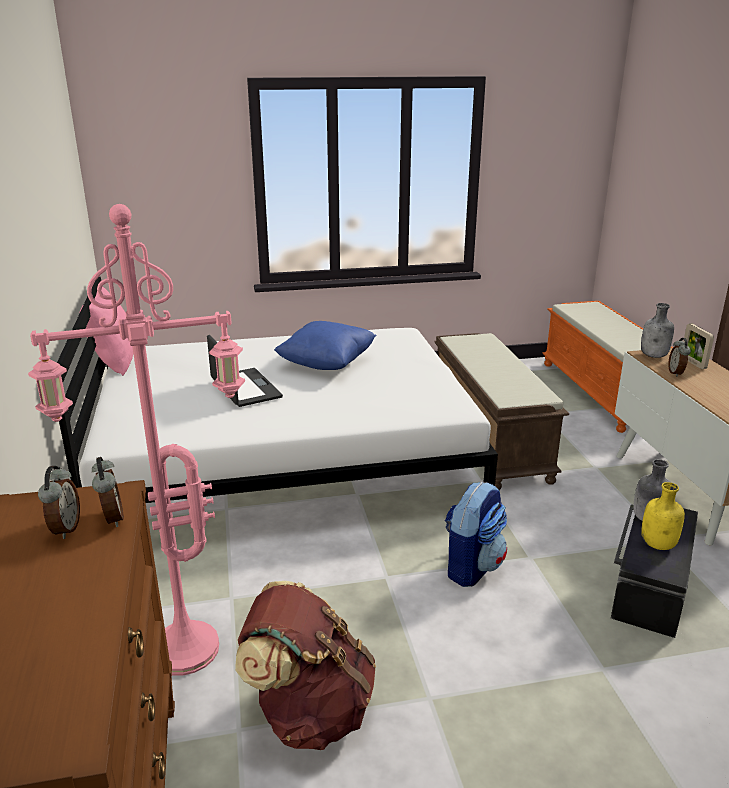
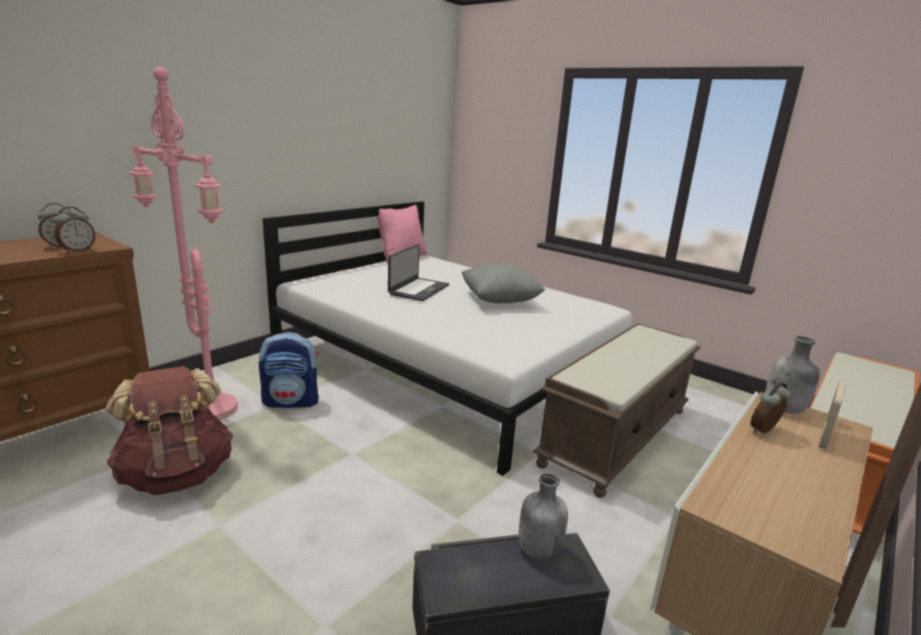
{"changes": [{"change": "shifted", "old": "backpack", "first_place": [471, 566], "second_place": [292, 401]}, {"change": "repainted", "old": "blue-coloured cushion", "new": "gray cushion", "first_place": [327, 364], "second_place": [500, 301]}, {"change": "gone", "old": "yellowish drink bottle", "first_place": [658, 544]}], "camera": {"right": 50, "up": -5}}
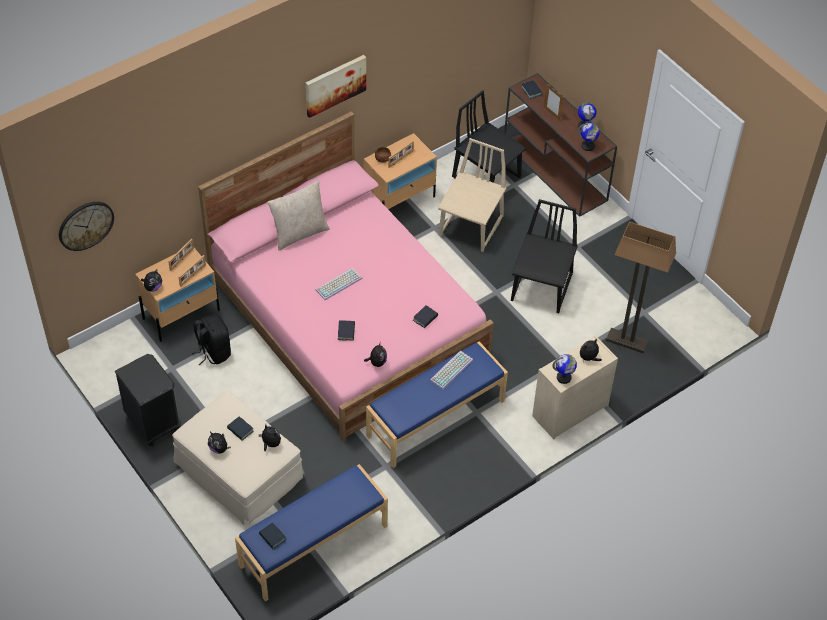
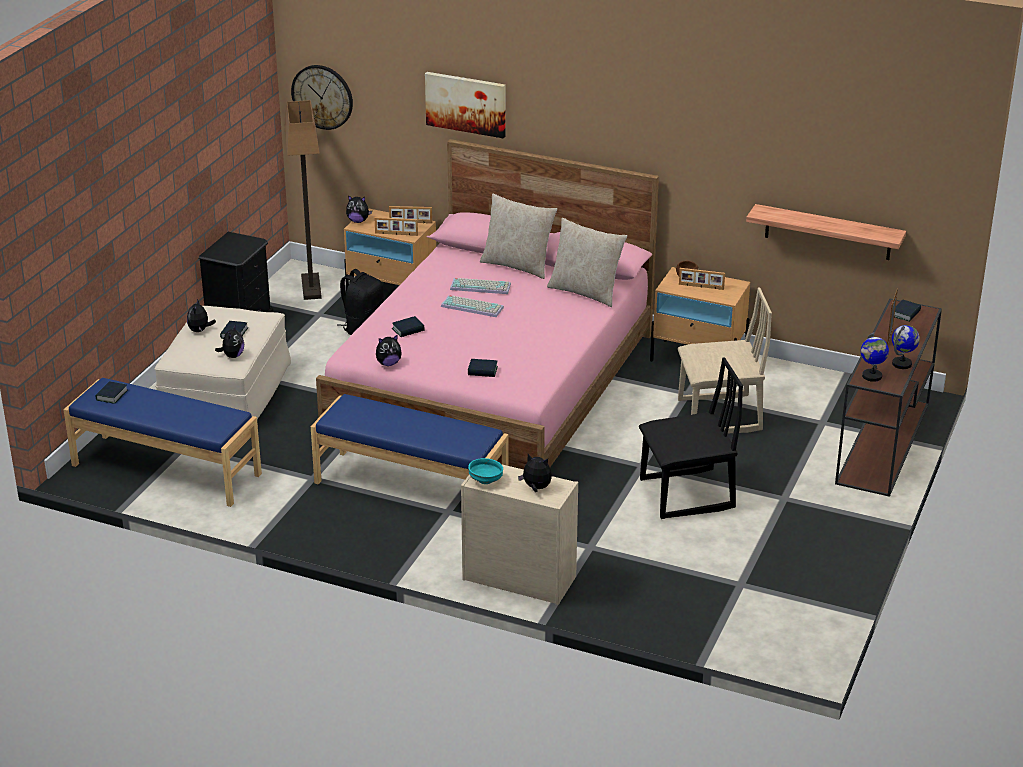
{"changes": [{"change": "shifted", "old": "standard lamp", "first_place": [627, 341], "second_place": [311, 288]}, {"change": "shifted", "old": "wall picture", "first_place": [335, 85], "second_place": [466, 104]}, {"change": "shifted", "old": "PC keyboard", "first_place": [451, 369], "second_place": [481, 286]}, {"change": "swapped", "old": "desk globe", "new": "turquoise-coloured serving bowl", "first_place": [564, 378], "second_place": [486, 480]}, {"change": "new", "new": "sand-coloured cushion", "second_place": [585, 292]}, {"change": "new", "new": "shelf", "second_place": [828, 232]}, {"change": "gone", "old": "blackish chair", "first_place": [486, 177]}], "camera": {"right": 60, "up": -20}}
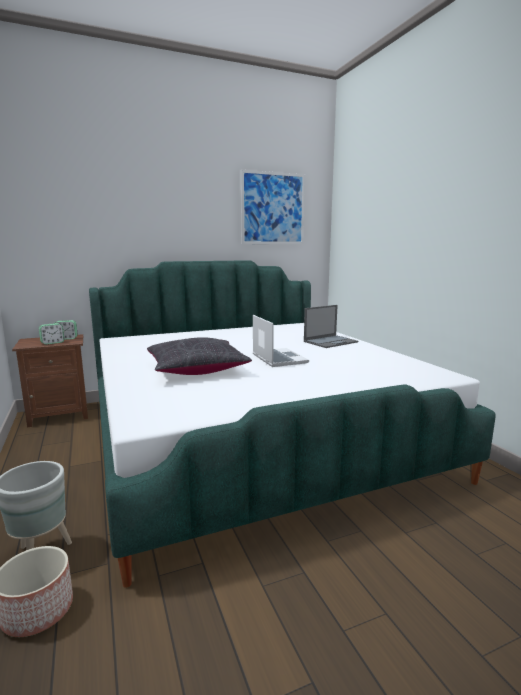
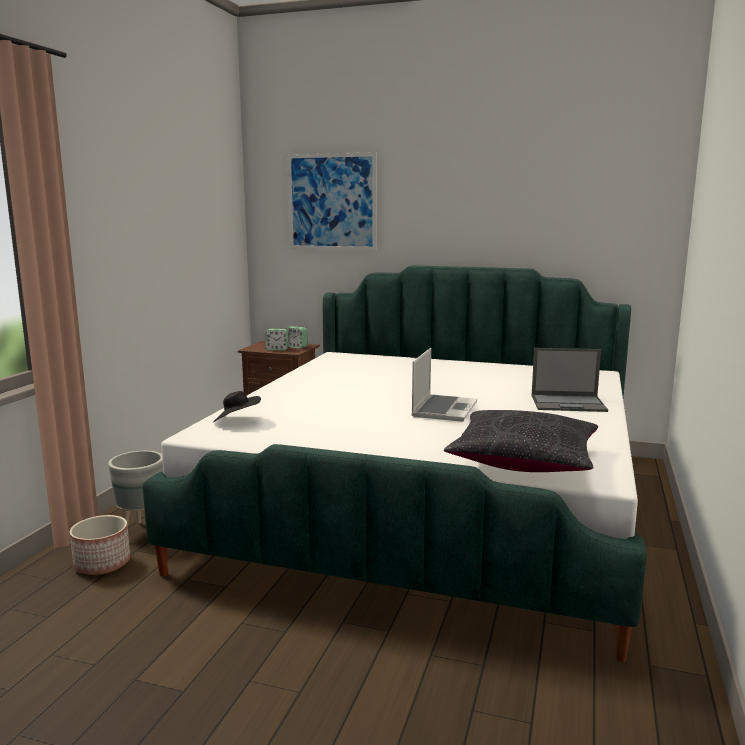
{"changes": [{"change": "new", "new": "blackish hat", "second_place": [237, 421]}, {"change": "shifted", "old": "wall picture", "first_place": [273, 208], "second_place": [332, 202]}, {"change": "shifted", "old": "blackish cushion", "first_place": [197, 369], "second_place": [523, 460]}], "camera": {"right": 40, "up": 0}}
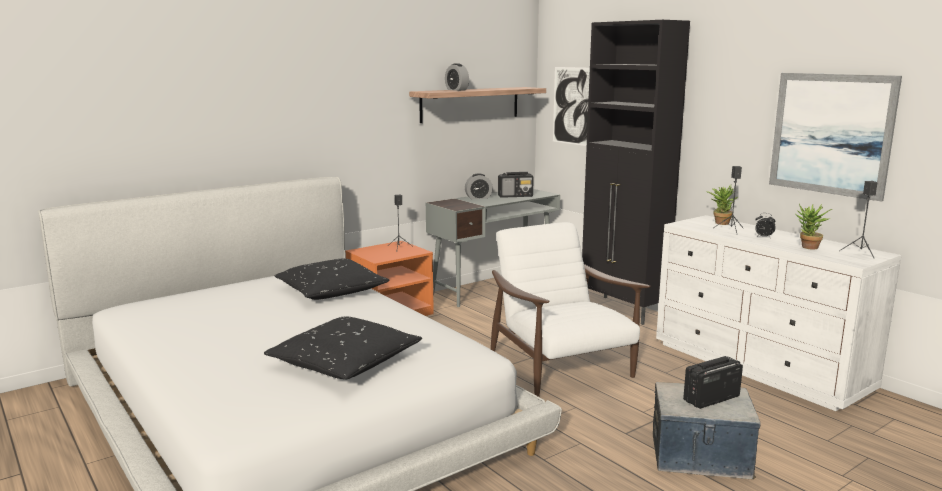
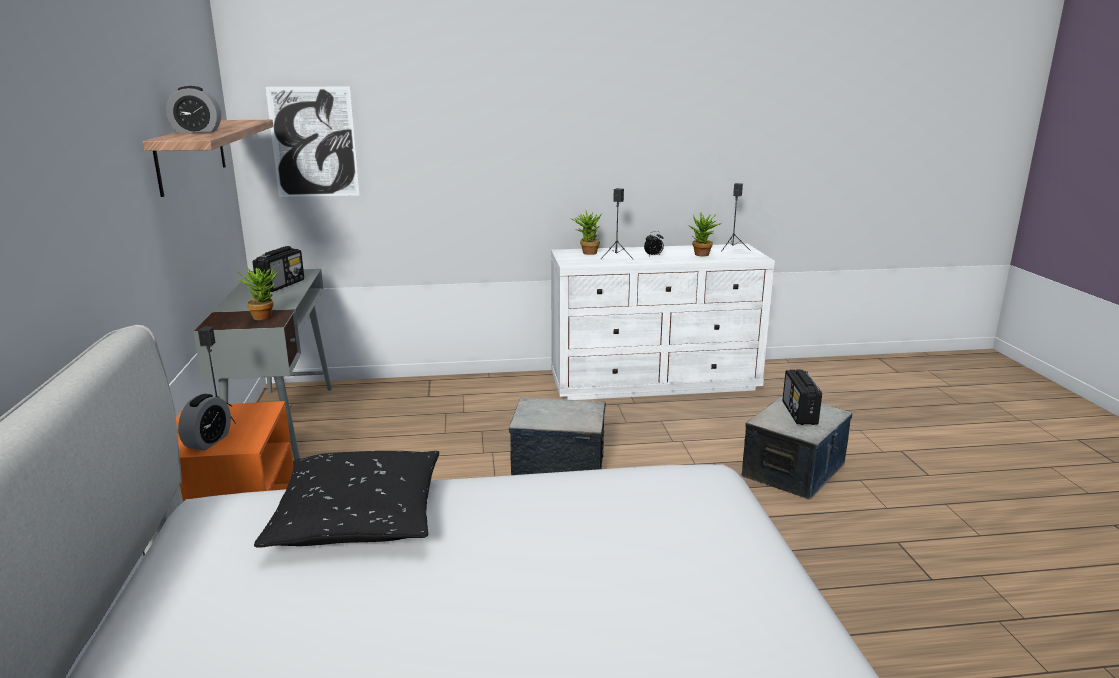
{"changes": [{"change": "shifted", "old": "alarm clock", "first_place": [478, 198], "second_place": [208, 441]}, {"change": "new", "new": "houseplant", "second_place": [264, 316]}, {"change": "swapped", "old": "white-coloured lounge chair", "new": "storage container", "first_place": [561, 367], "second_place": [558, 467]}, {"change": "gone", "old": "blackish cushion", "first_place": [345, 362]}, {"change": "gone", "old": "blackish cupboard", "first_place": [623, 310]}, {"change": "gone", "old": "wall picture", "first_place": [831, 134]}], "camera": {"right": -60, "up": 5}}
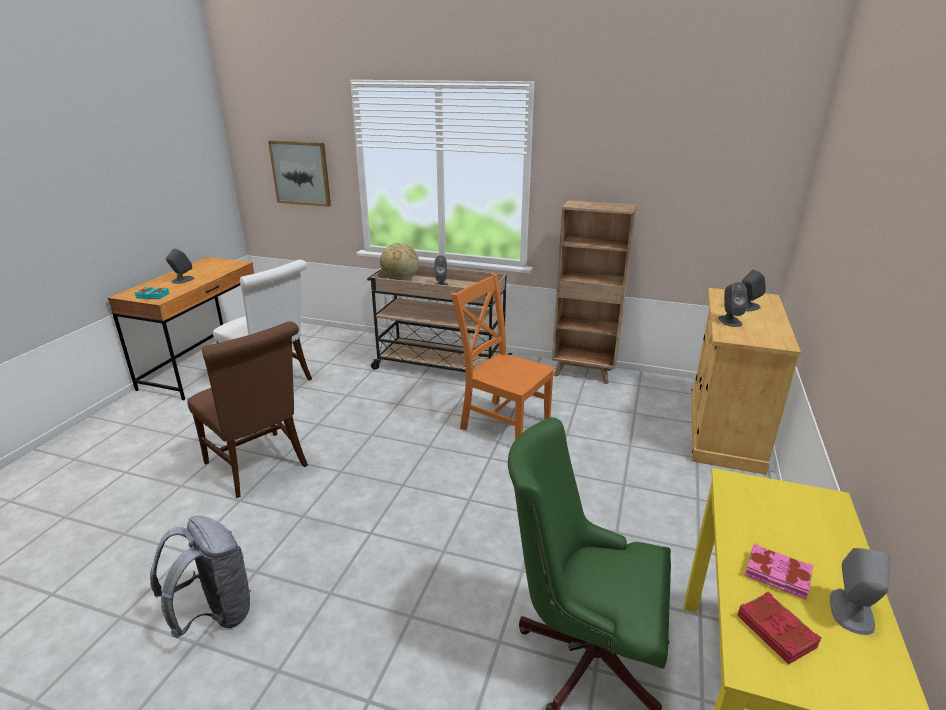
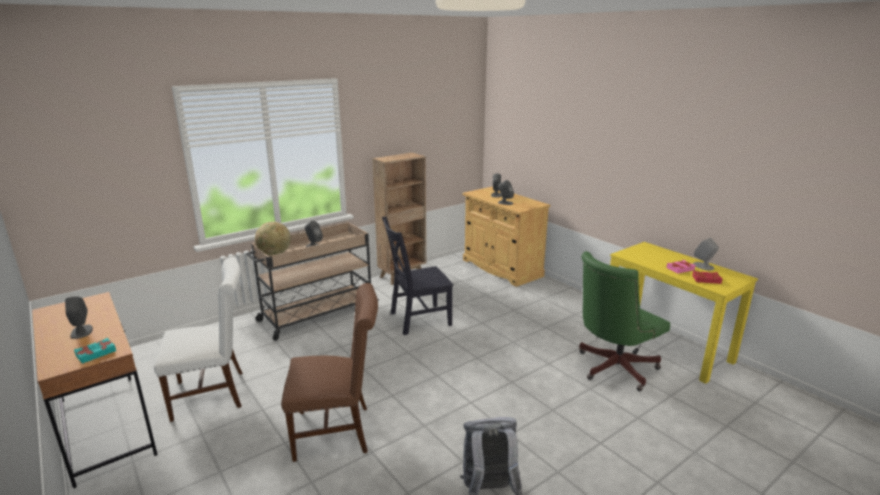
{"changes": [{"change": "repainted", "old": "orange-coloured chair", "new": "blackish chair", "first_place": [502, 423], "second_place": [417, 319]}, {"change": "gone", "old": "wall picture", "first_place": [301, 173]}], "camera": {"right": -55, "up": -5}}
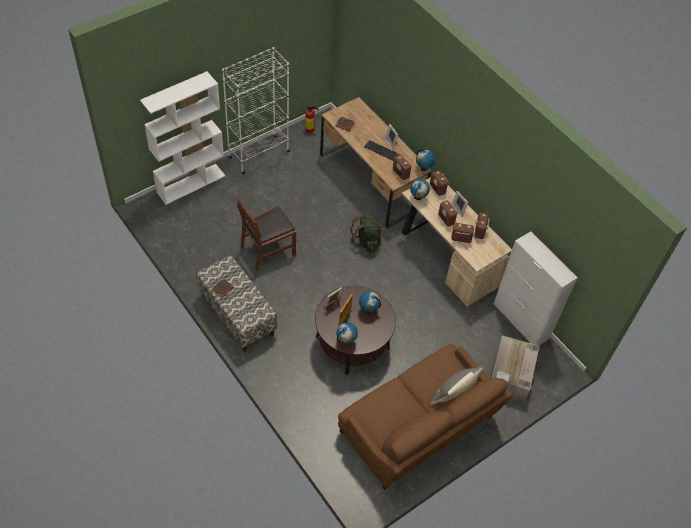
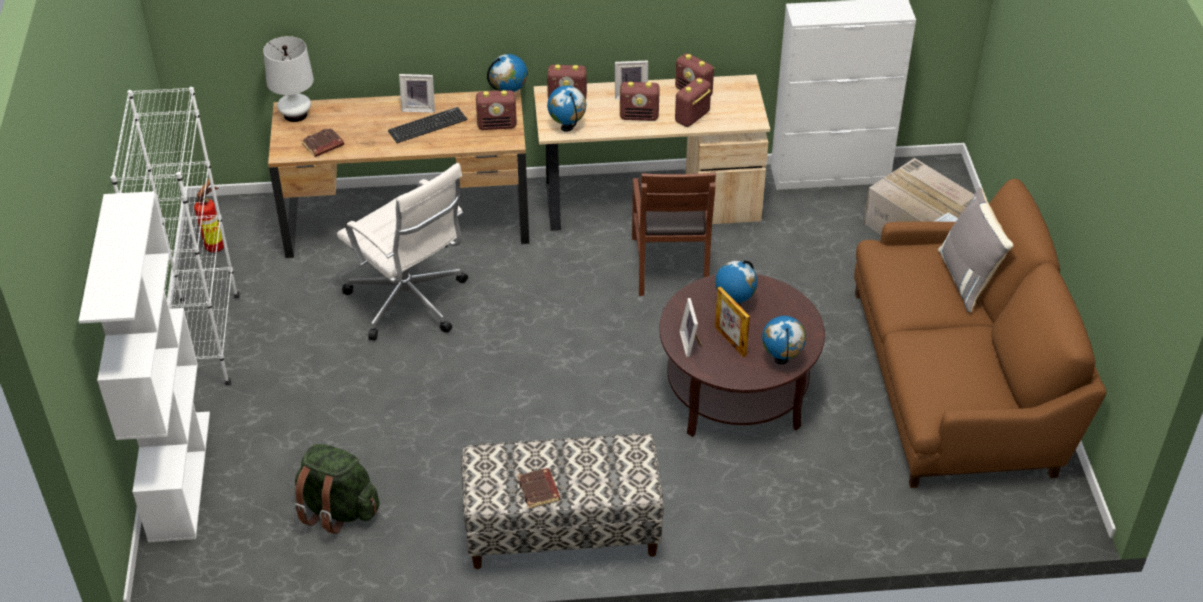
{"changes": [{"change": "new", "new": "white-coloured lamp for a table", "second_place": [295, 115]}, {"change": "shifted", "old": "green-coloured backpack", "first_place": [367, 241], "second_place": [337, 509]}, {"change": "new", "new": "white-coloured desk chair", "second_place": [409, 303]}, {"change": "shifted", "old": "brownish chair", "first_place": [267, 250], "second_place": [671, 264]}], "camera": {"right": -55, "up": -10}}
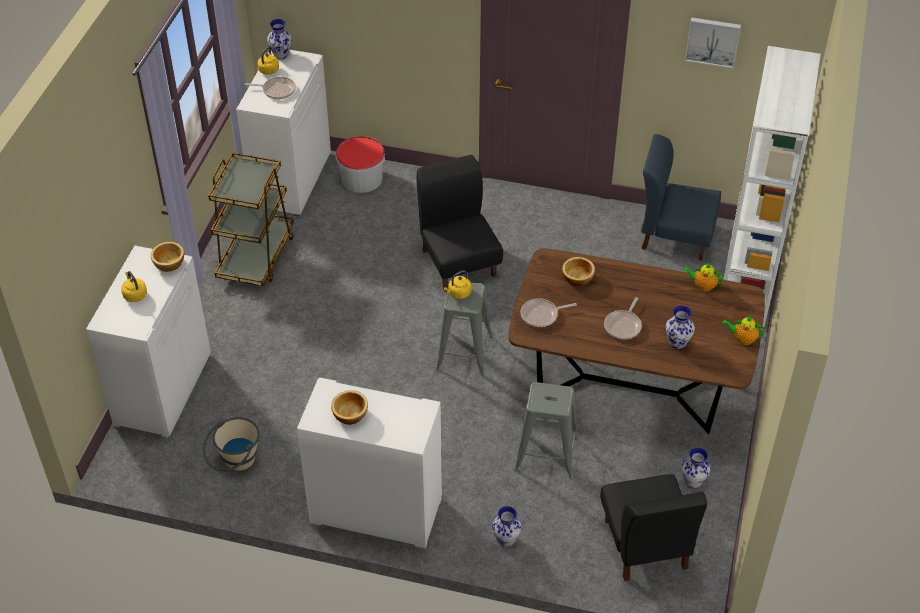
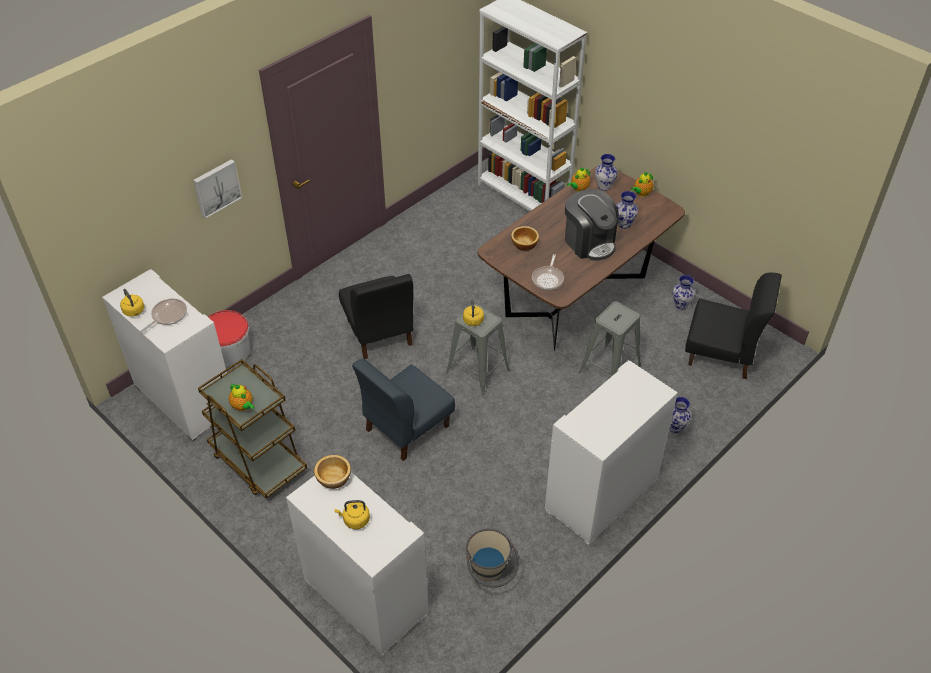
{"changes": [{"change": "shifted", "old": "wall picture", "first_place": [712, 41], "second_place": [216, 187]}, {"change": "new", "new": "pot for tea", "second_place": [243, 406]}, {"change": "rotated", "old": "blackish chair", "first_place": [459, 262], "second_place": [379, 332], "degrees": -120}, {"change": "shifted", "old": "blue-coloured chair", "first_place": [675, 235], "second_place": [406, 428]}, {"change": "swapped", "old": "skillet", "new": "coffee maker", "first_place": [623, 325], "second_place": [589, 242]}, {"change": "shifted", "old": "vase", "first_place": [281, 55], "second_place": [603, 186]}, {"change": "gone", "old": "serving bowl", "first_place": [350, 414]}], "camera": {"right": -60, "up": 0}}
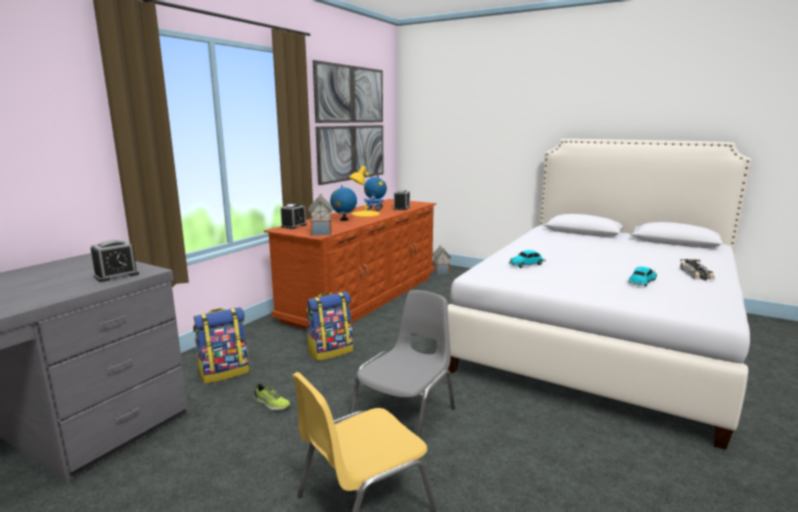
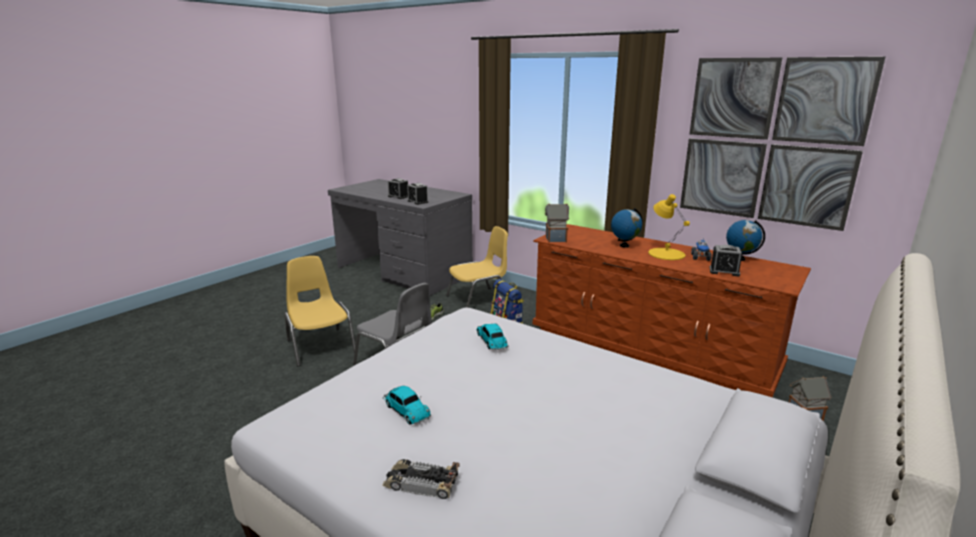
{"changes": [{"change": "shifted", "old": "alarm clock", "first_place": [294, 226], "second_place": [398, 196]}, {"change": "swapped", "old": "backpack", "new": "yellowish chair", "first_place": [224, 372], "second_place": [478, 299]}], "camera": {"right": 95, "up": 5}}
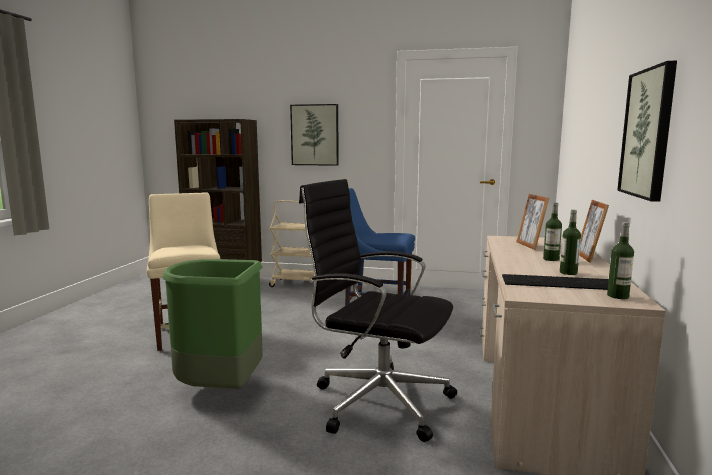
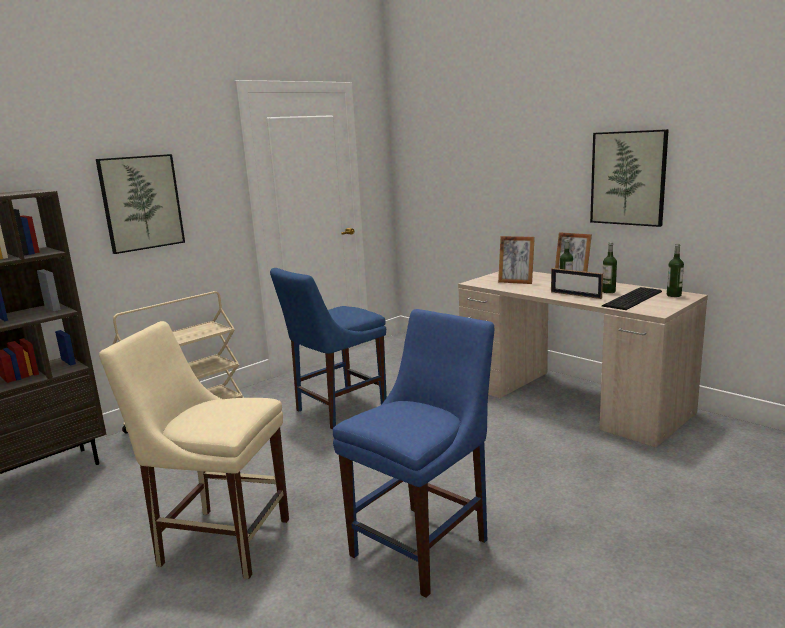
{"changes": [{"change": "swapped", "old": "green-coloured rubbish bin", "new": "blue-coloured chair", "first_place": [220, 389], "second_place": [424, 544]}, {"change": "new", "new": "photo frame", "second_place": [575, 295]}, {"change": "gone", "old": "blackish desk chair", "first_place": [378, 401]}], "camera": {"right": -55, "up": 5}}
